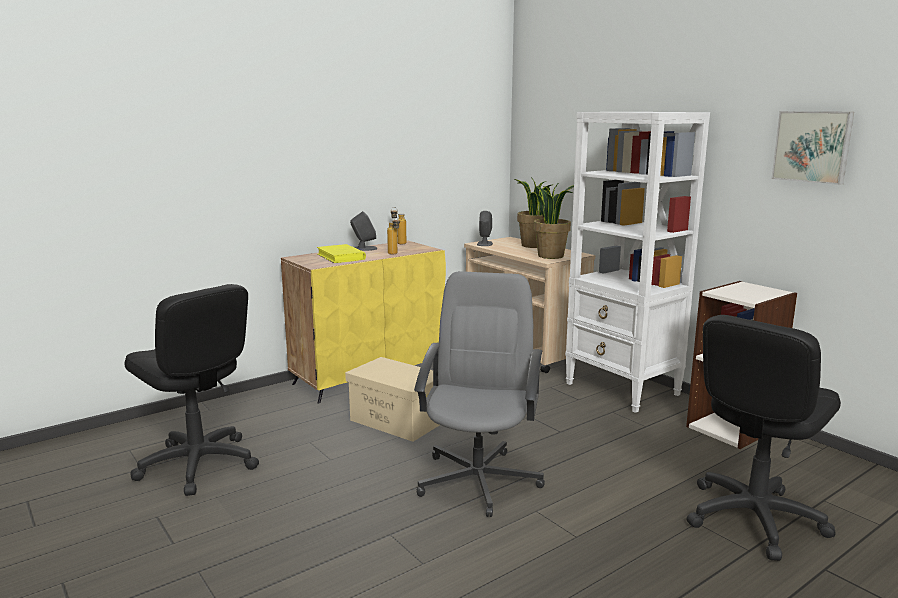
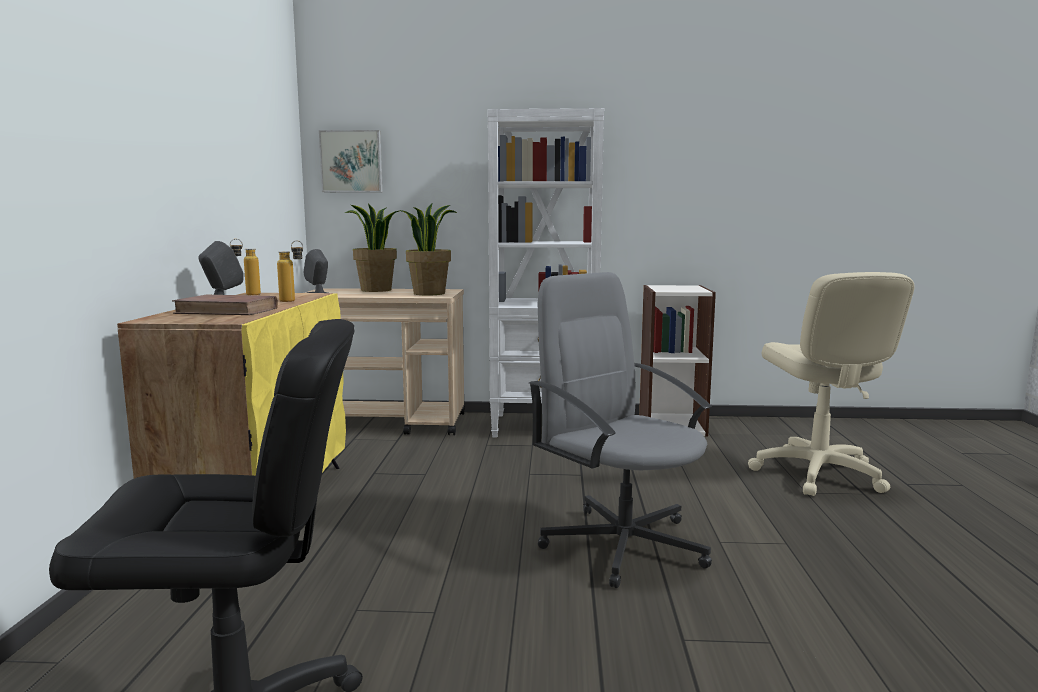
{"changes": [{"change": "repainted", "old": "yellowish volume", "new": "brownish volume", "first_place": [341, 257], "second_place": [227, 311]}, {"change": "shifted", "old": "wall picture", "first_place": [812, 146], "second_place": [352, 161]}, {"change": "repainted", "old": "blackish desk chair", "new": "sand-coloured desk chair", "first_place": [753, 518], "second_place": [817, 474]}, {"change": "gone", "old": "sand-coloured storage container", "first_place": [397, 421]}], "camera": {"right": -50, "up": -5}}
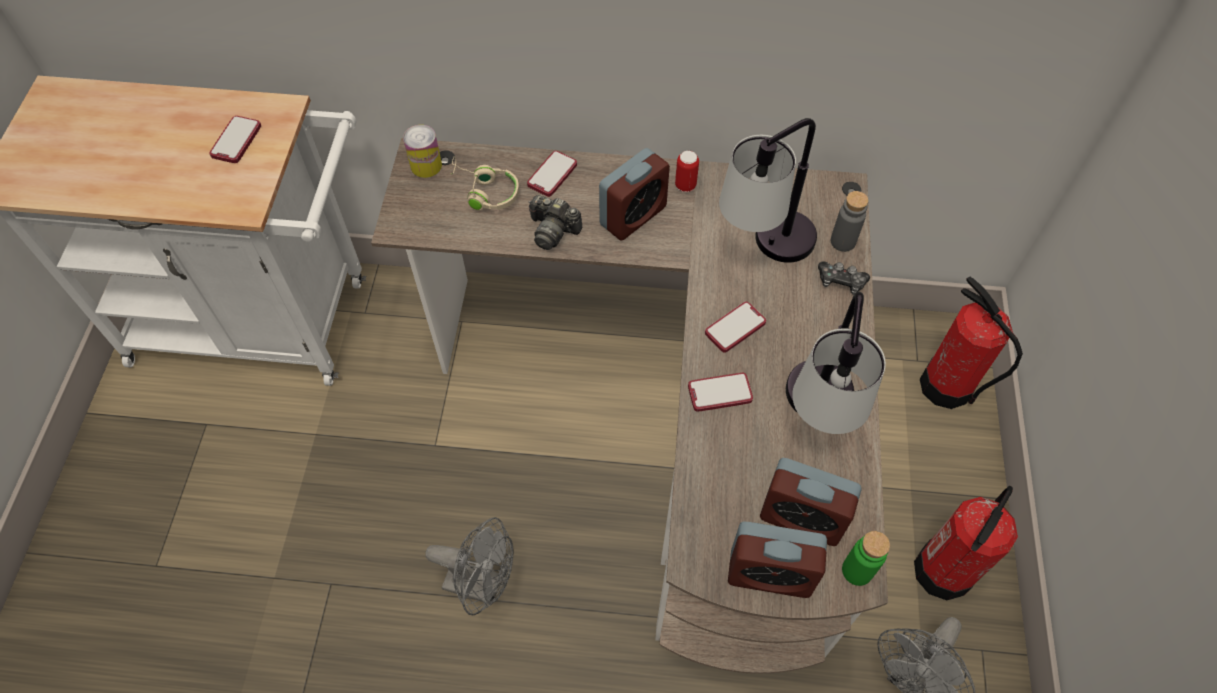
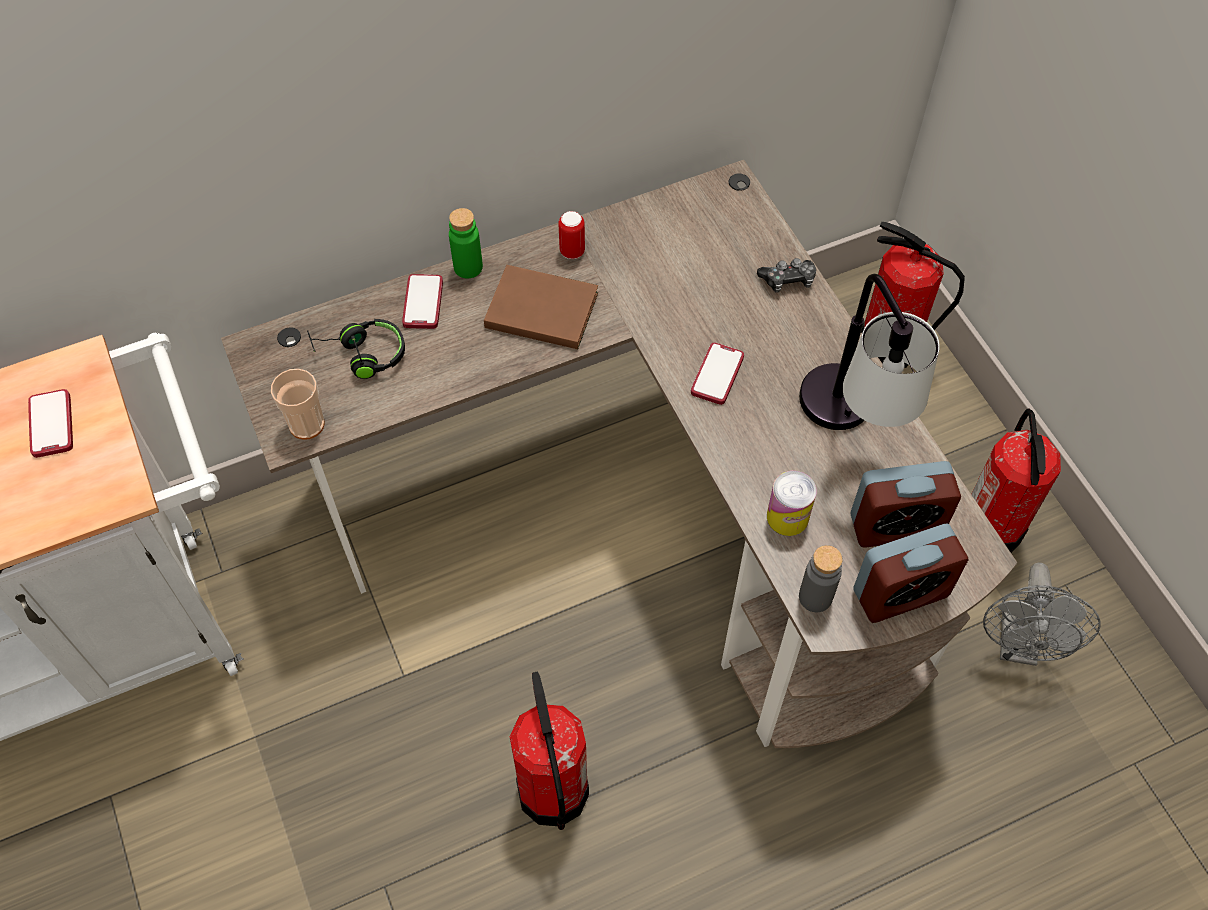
{"changes": [{"change": "new", "new": "cup", "second_place": [306, 424]}, {"change": "repainted", "old": "sand-coloured headphones", "new": "blackish headphones", "first_place": [484, 191], "second_place": [361, 354]}, {"change": "shifted", "old": "green-coloured drink bottle", "first_place": [857, 570], "second_place": [468, 267]}, {"change": "swapped", "old": "alarm clock", "new": "brownish volume", "first_place": [633, 216], "second_place": [539, 308]}, {"change": "swapped", "old": "gray cooling fan", "new": "fire extinguisher", "first_place": [482, 585], "second_place": [552, 793]}, {"change": "shifted", "old": "can", "first_place": [426, 165], "second_place": [787, 517]}, {"change": "shifted", "old": "gray drink bottle", "first_place": [843, 241], "second_place": [815, 597]}, {"change": "gone", "old": "still camera", "first_place": [553, 230]}, {"change": "gone", "old": "phone", "first_place": [720, 393]}, {"change": "gone", "old": "lamp for a table", "first_place": [764, 254]}], "camera": {"right": -30, "up": 0}}
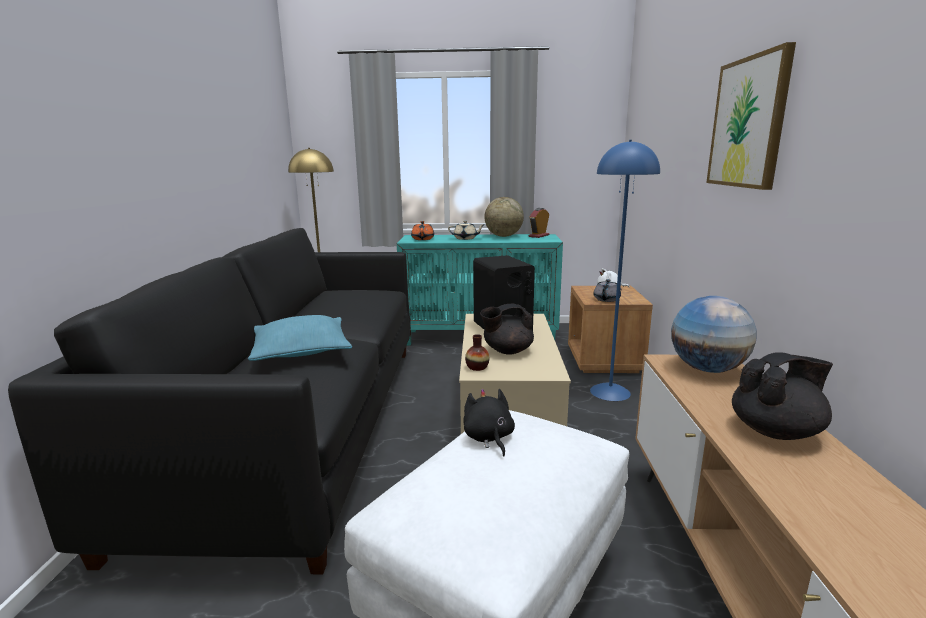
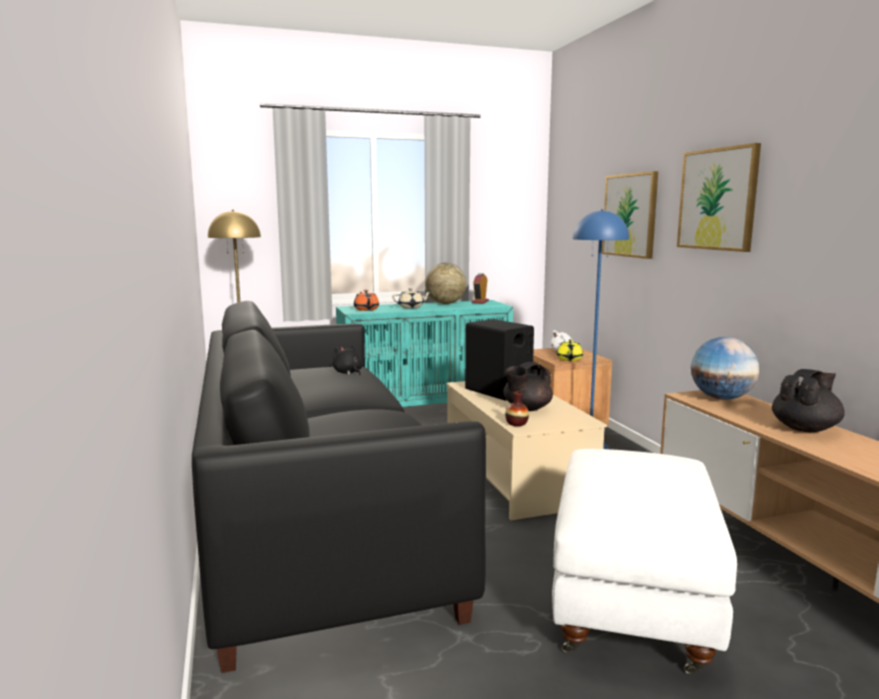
{"changes": [{"change": "shifted", "old": "blackish soft toy", "first_place": [488, 438], "second_place": [348, 373]}, {"change": "repainted", "old": "gray pot for tea", "new": "yellowish pot for tea", "first_place": [606, 299], "second_place": [569, 359]}, {"change": "new", "new": "wall picture", "second_place": [630, 215]}, {"change": "gone", "old": "turquoise-coloured cushion", "first_place": [301, 350]}], "camera": {"right": -20, "up": -5}}
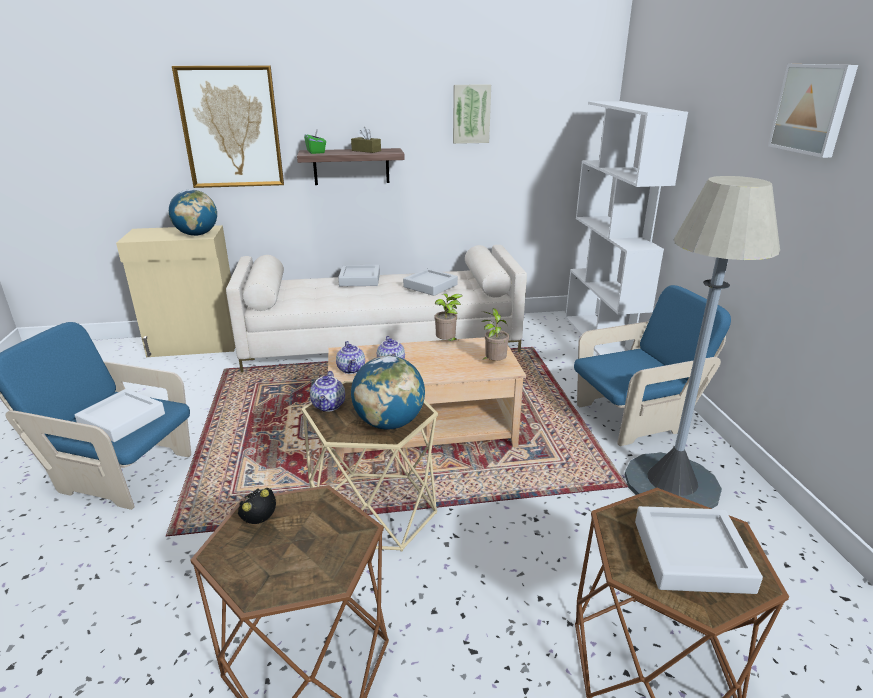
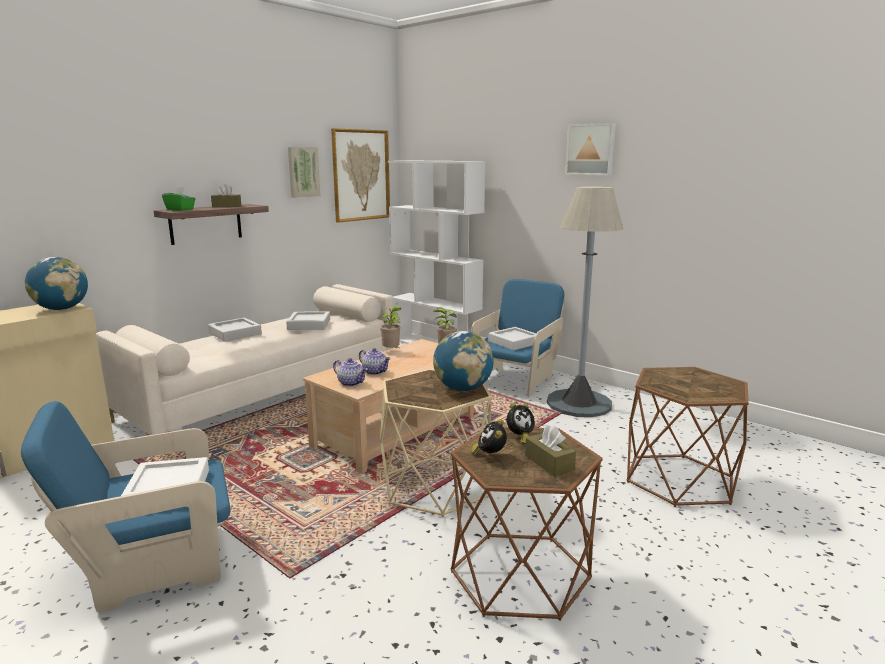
{"changes": [{"change": "shifted", "old": "wall picture", "first_place": [231, 128], "second_place": [361, 175]}, {"change": "shifted", "old": "gray carrying tray", "first_place": [691, 555], "second_place": [514, 342]}, {"change": "new", "new": "alarm clock", "second_place": [519, 438]}, {"change": "new", "new": "brownish tissue box", "second_place": [549, 463]}, {"change": "gone", "old": "pot for tea", "first_place": [329, 406]}], "camera": {"right": -40, "up": -10}}
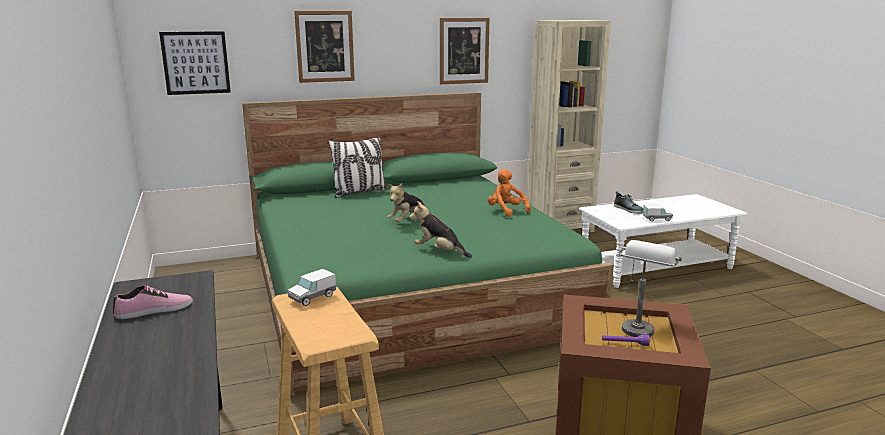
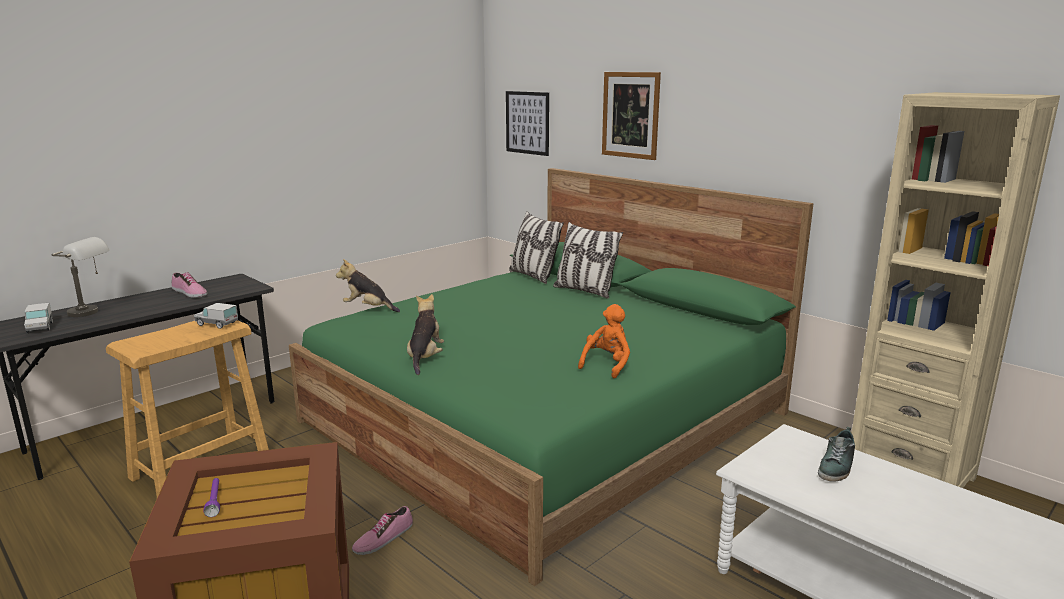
{"changes": [{"change": "shifted", "old": "toy truck", "first_place": [657, 219], "second_place": [40, 327]}, {"change": "shifted", "old": "gray lamp for a table", "first_place": [639, 325], "second_place": [92, 312]}, {"change": "shifted", "old": "soft toy", "first_place": [408, 221], "second_place": [368, 308]}, {"change": "new", "new": "item of footwear", "second_place": [383, 538]}, {"change": "new", "new": "cushion", "second_place": [533, 276]}, {"change": "gone", "old": "wall picture", "first_place": [464, 51]}], "camera": {"right": 65, "up": 0}}
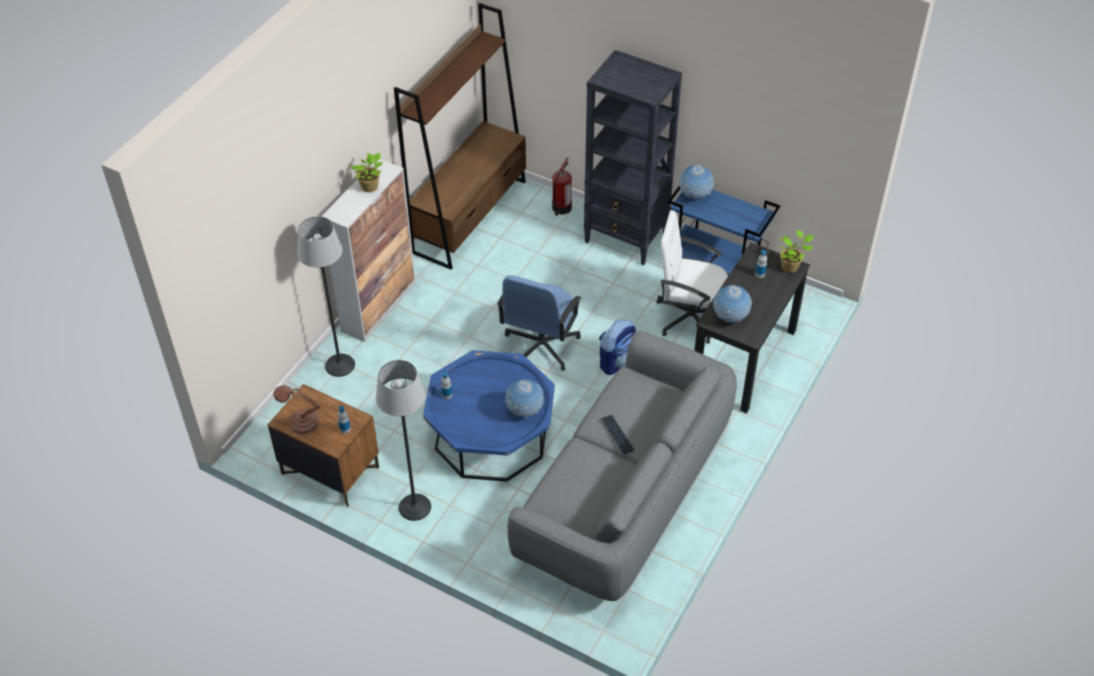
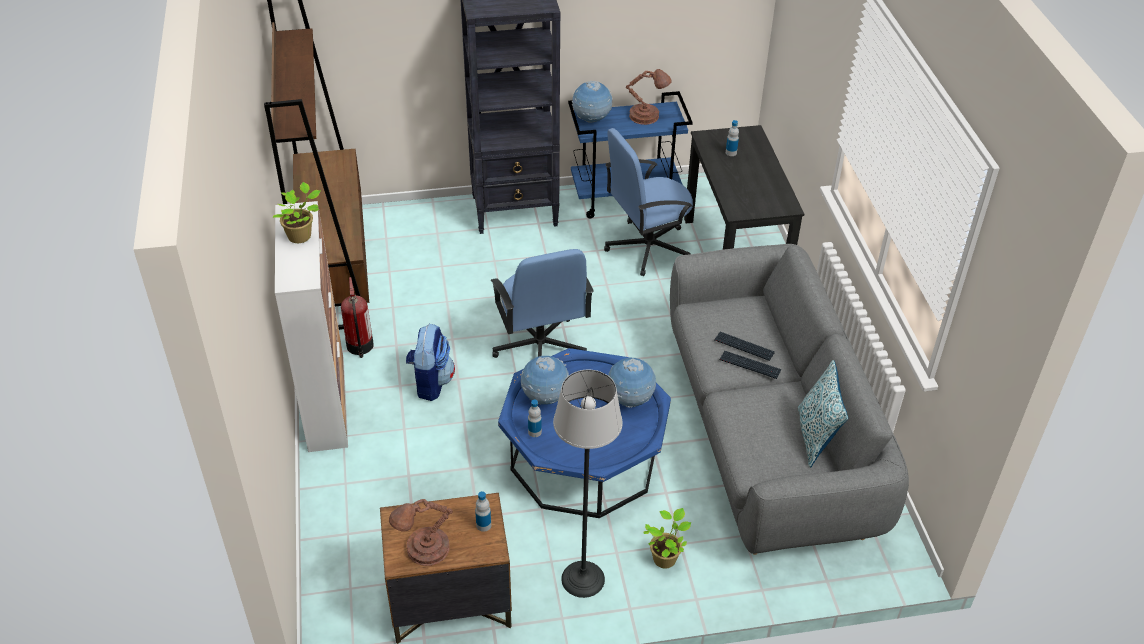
{"changes": [{"change": "shifted", "old": "fire extinguisher", "first_place": [561, 208], "second_place": [360, 346]}, {"change": "shifted", "old": "backpack", "first_place": [617, 361], "second_place": [430, 382]}, {"change": "shifted", "old": "desk globe", "first_place": [730, 318], "second_place": [545, 398]}, {"change": "repainted", "old": "white-coloured desk chair", "new": "blue-coloured desk chair", "first_place": [689, 316], "second_place": [646, 247]}, {"change": "new", "new": "brownish lamp for a table", "second_place": [646, 116]}, {"change": "shifted", "old": "houseplant", "first_place": [790, 266], "second_place": [665, 557]}, {"change": "new", "new": "PC keyboard", "second_place": [744, 347]}, {"change": "new", "new": "cushion", "second_place": [815, 437]}, {"change": "gone", "old": "standard lamp", "first_place": [340, 365]}], "camera": {"right": -40, "up": -5}}
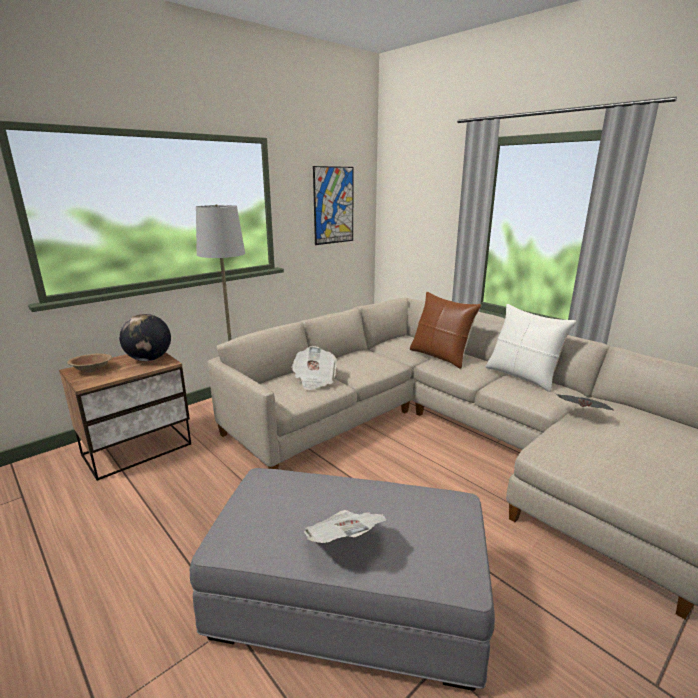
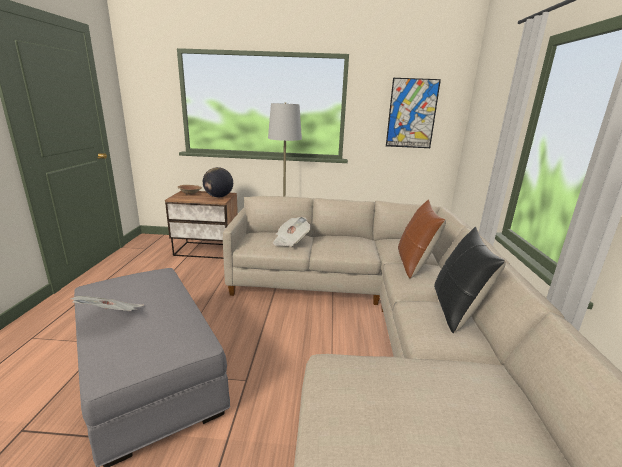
{"changes": [{"change": "repainted", "old": "white-coloured cushion", "new": "blackish cushion", "first_place": [522, 376], "second_place": [456, 310]}, {"change": "gone", "old": "printed paper", "first_place": [581, 415]}], "camera": {"right": 45, "up": 0}}
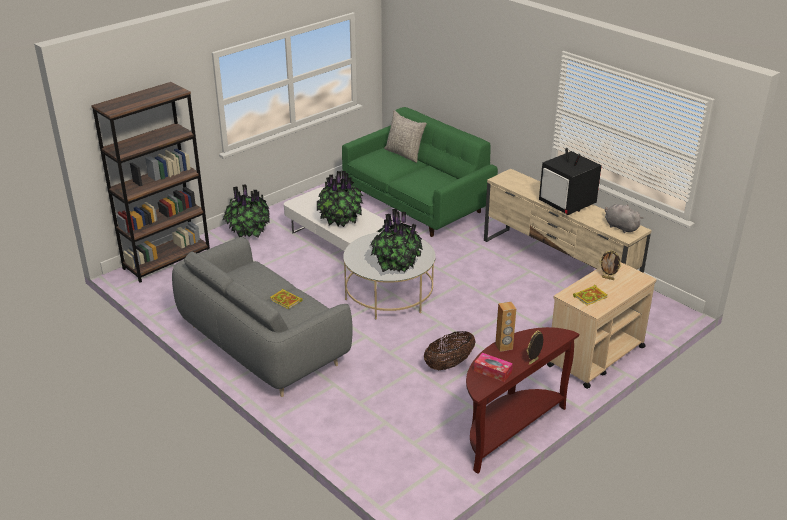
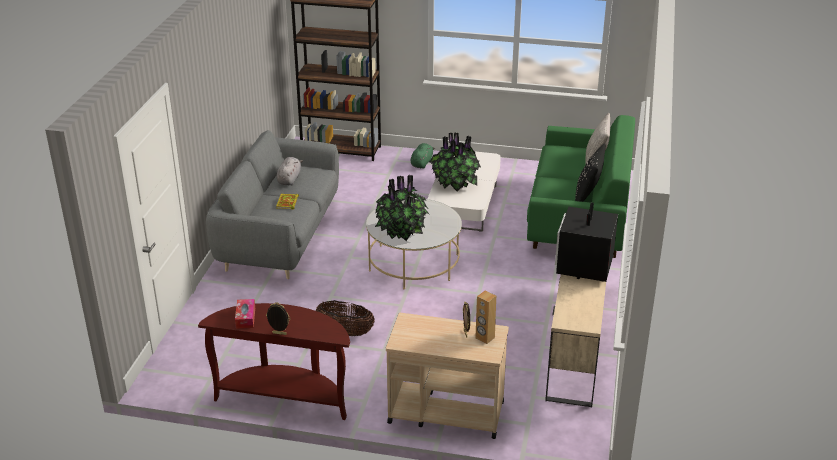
{"changes": [{"change": "shifted", "old": "gray soft toy", "first_place": [620, 227], "second_place": [289, 179]}, {"change": "swapped", "old": "houseplant", "new": "green-coloured soft toy", "first_place": [248, 232], "second_place": [422, 163]}, {"change": "shifted", "old": "brownish speaker", "first_place": [504, 346], "second_place": [484, 338]}, {"change": "new", "new": "blackish cushion", "second_place": [587, 195]}, {"change": "gone", "old": "volume", "first_place": [590, 296]}], "camera": {"right": 55, "up": 0}}
